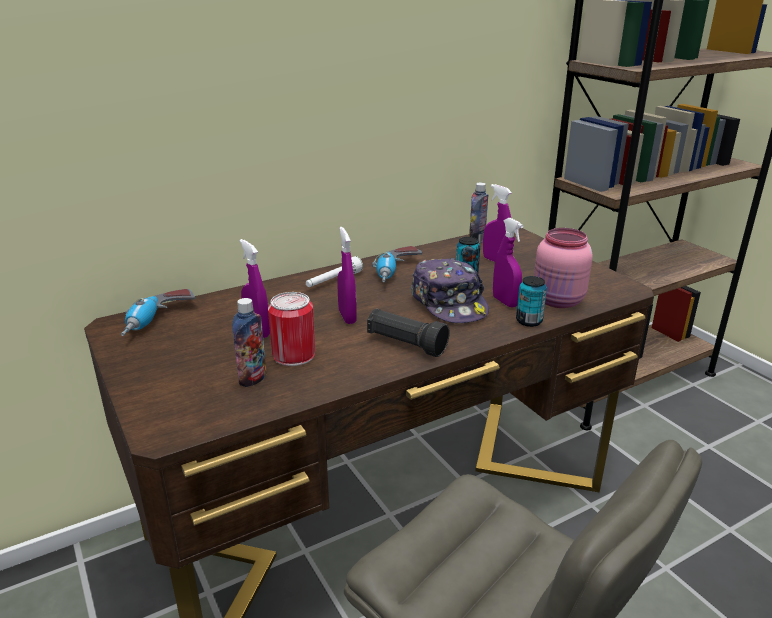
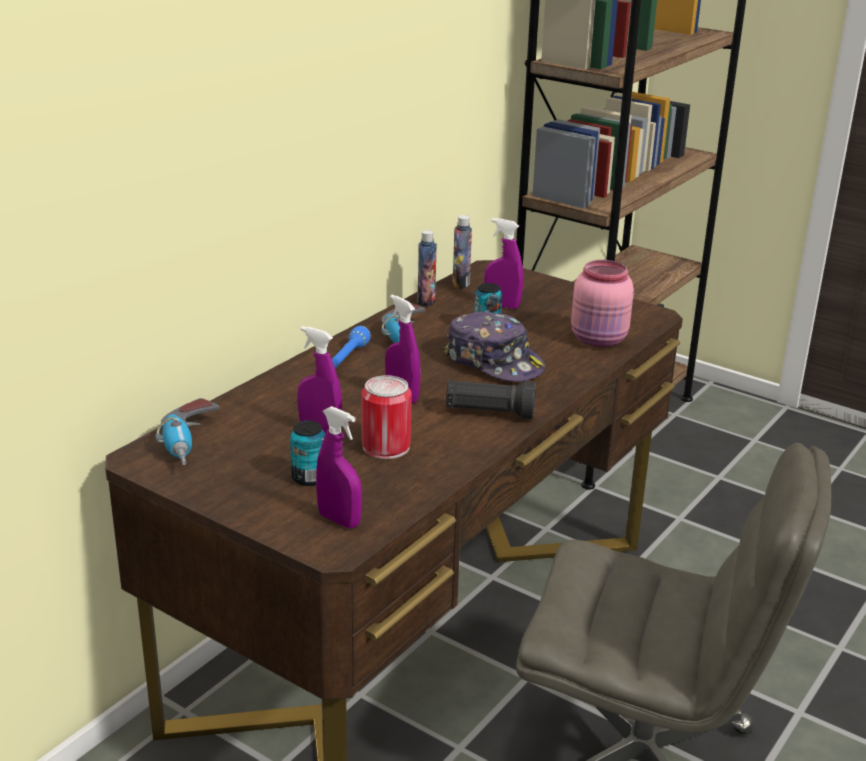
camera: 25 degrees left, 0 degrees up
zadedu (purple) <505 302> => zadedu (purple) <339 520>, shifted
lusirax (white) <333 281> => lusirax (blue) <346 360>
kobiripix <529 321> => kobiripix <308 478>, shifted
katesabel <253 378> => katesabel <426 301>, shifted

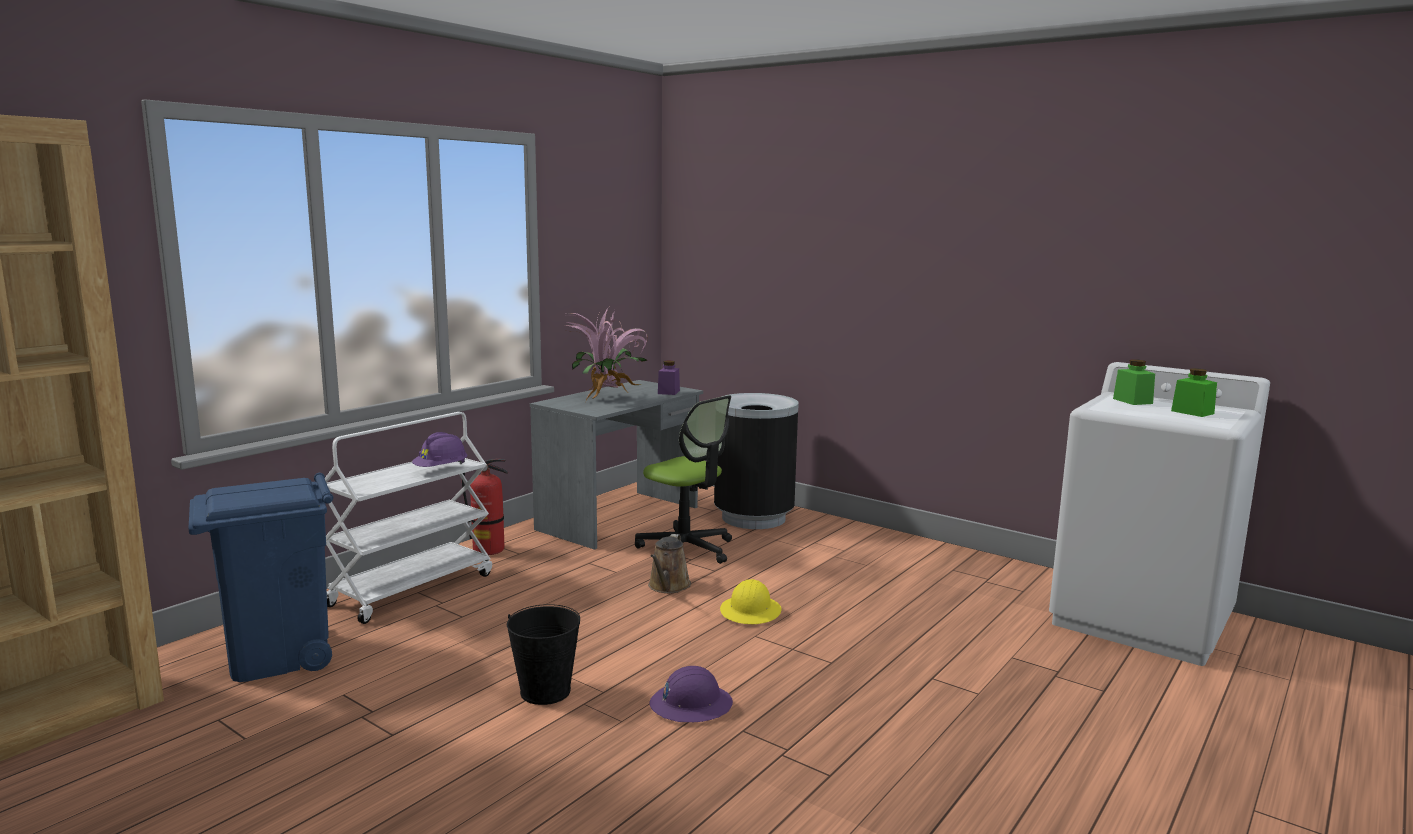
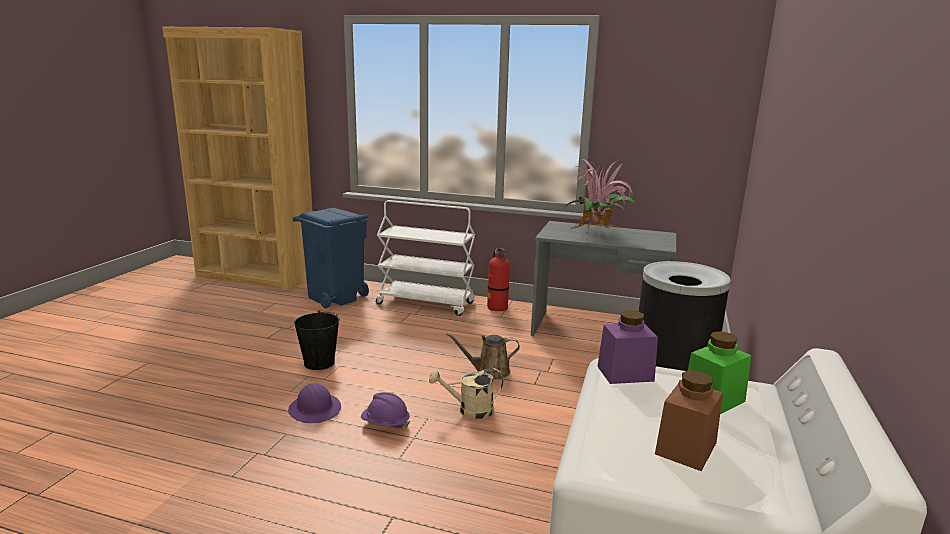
camera: 70 degrees right, 5 degrees up
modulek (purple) <668 392> => modulek (purple) <625 373>, shifted
modulek (green) <1192 412> => modulek (brown) <686 448>
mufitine <686 549> => nothing
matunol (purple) <441 469> => matunol (purple) <385 424>, shifted
matunol (yellow) <751 611> => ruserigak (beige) <469 410>

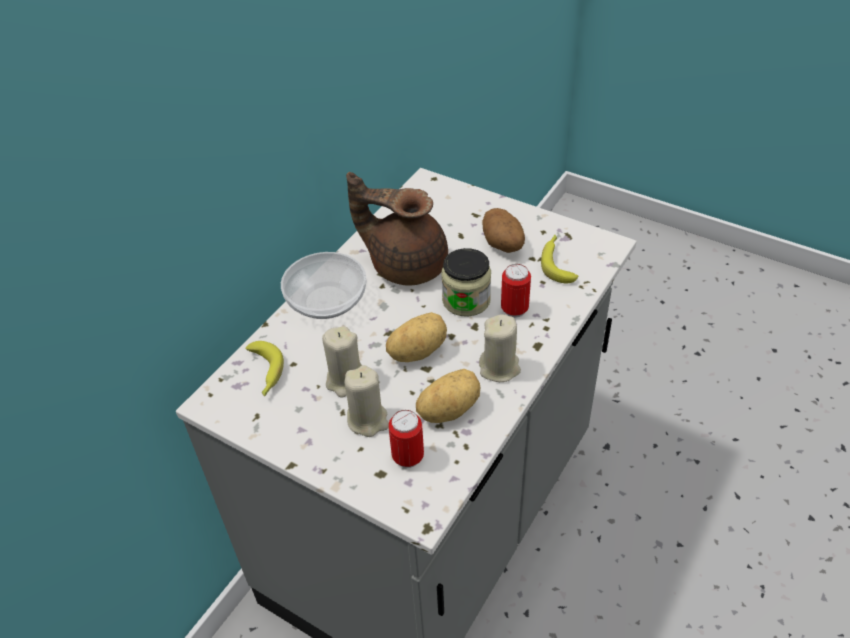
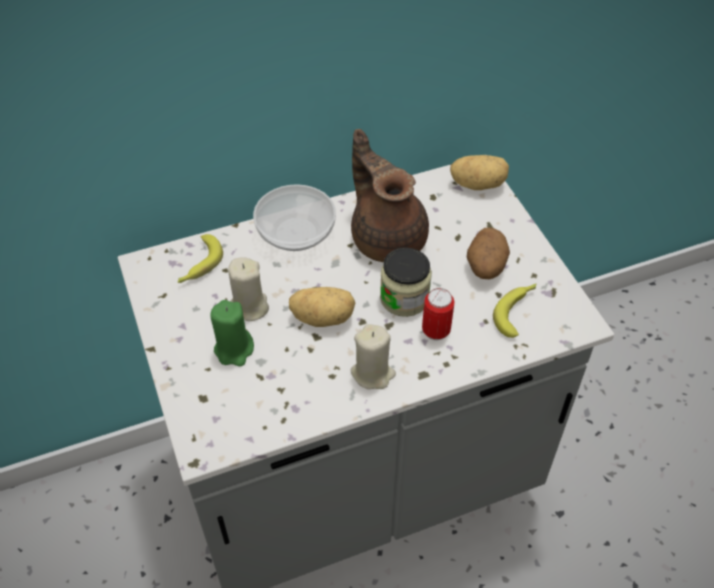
camera: 35 degrees right, 5 degrees up
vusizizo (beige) <368 420> => vusizizo (green) <234 349>
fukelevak <447 409> => fukelevak <478 184>, shifted
kobiripix <408 457> => nothing

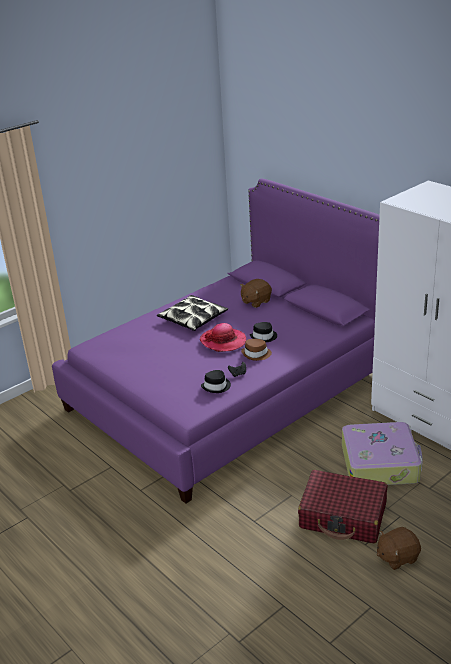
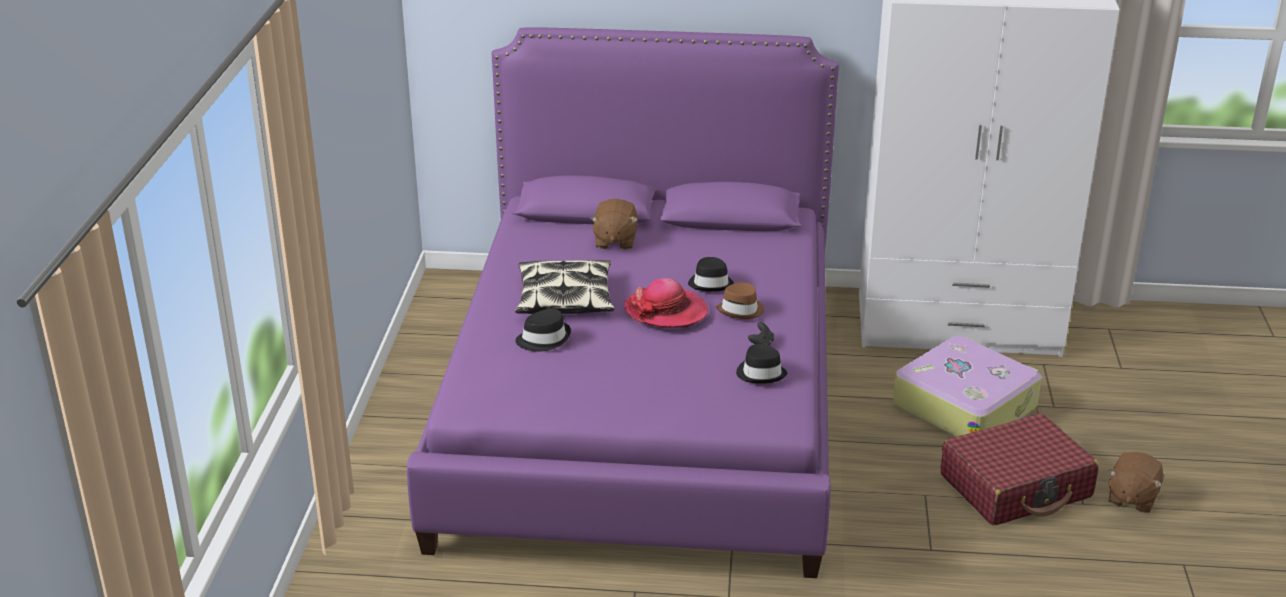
camera: 45 degrees left, 0 degrees up
nothing => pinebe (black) <544 339>

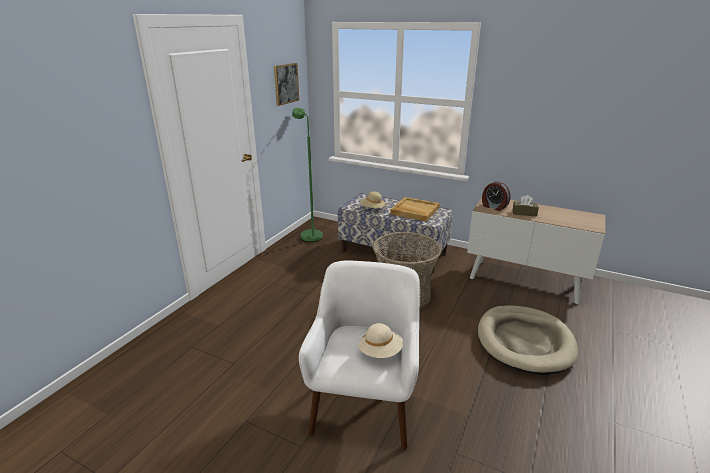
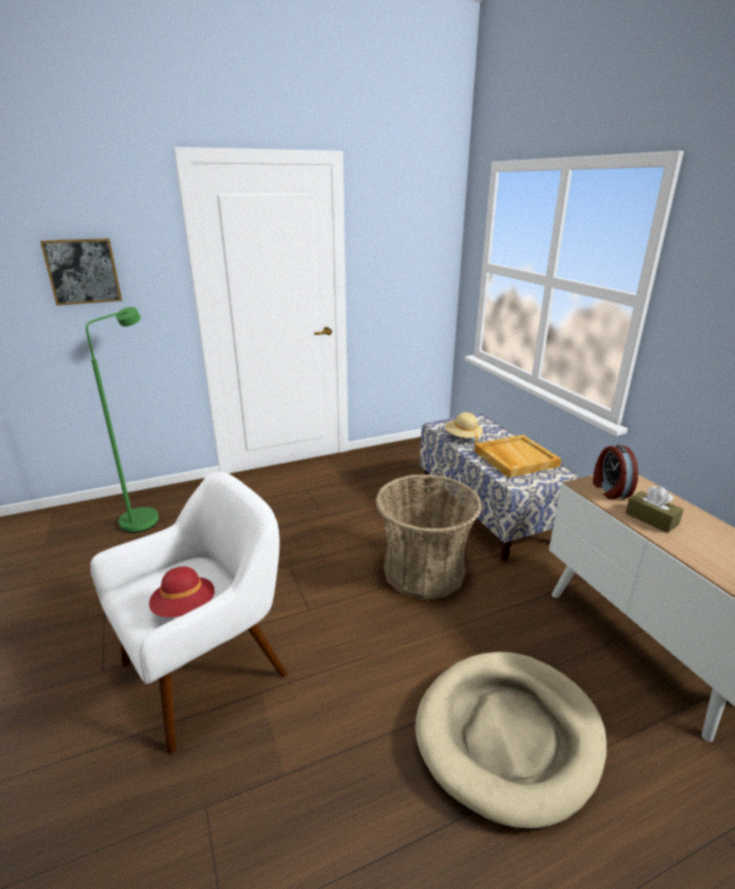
camera: 40 degrees right, 0 degrees up
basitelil <286 84> => basitelil <83 271>, shifted
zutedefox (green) <309 234> => zutedefox (green) <146 516>, shifted
pinebe (beige) <380 352> => pinebe (red) <185 608>

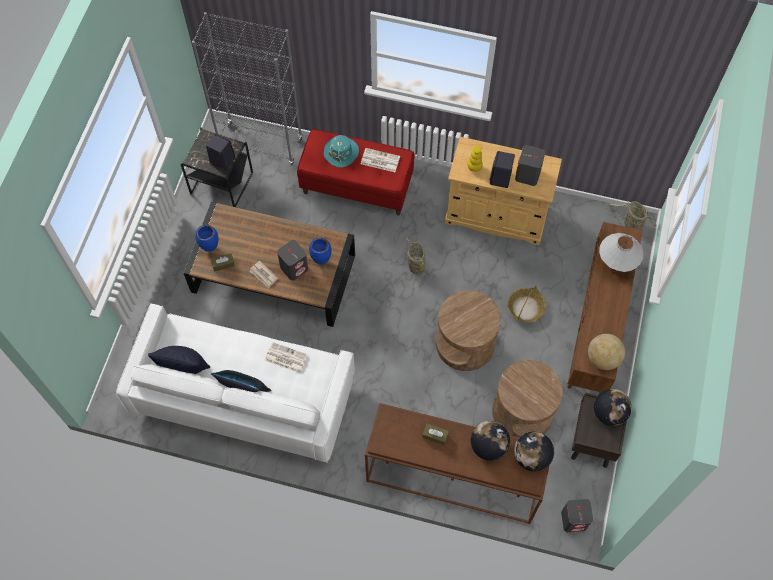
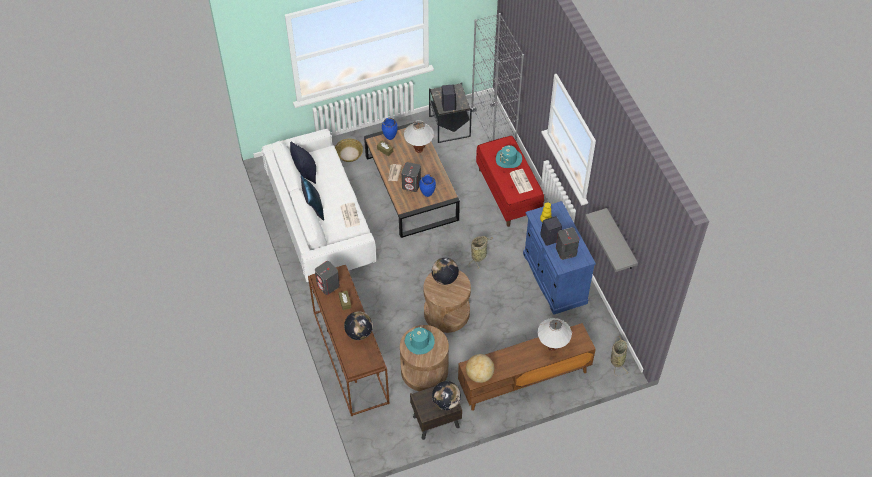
camera: 55 degrees right, 10 degrees down
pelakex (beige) <496 215> => pelakex (blue) <554 278>
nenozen <525 308> => nenozen <349 154>, shifted
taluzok <531 457> => taluzok <444 278>, shifted
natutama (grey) <574 520> => natutama (grey) <328 285>, shifted
nothing => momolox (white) <419 150>
nothing => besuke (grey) <620 241>
nothing => pinebe (turquoise) <419 342>

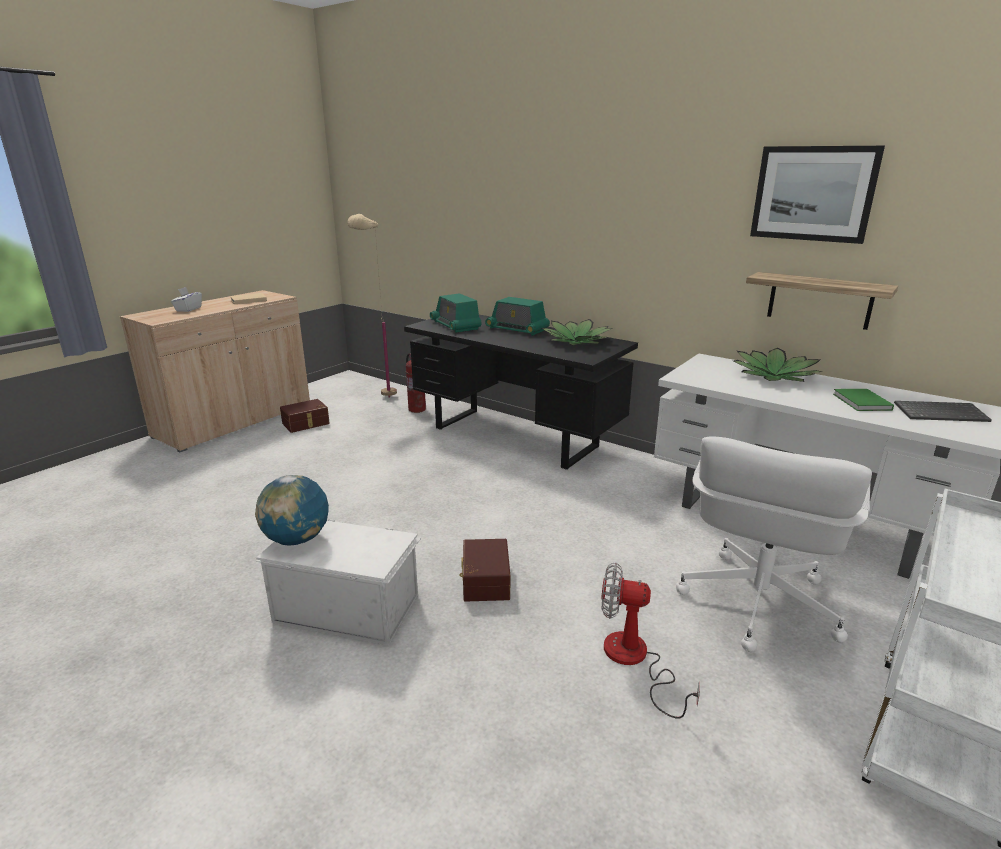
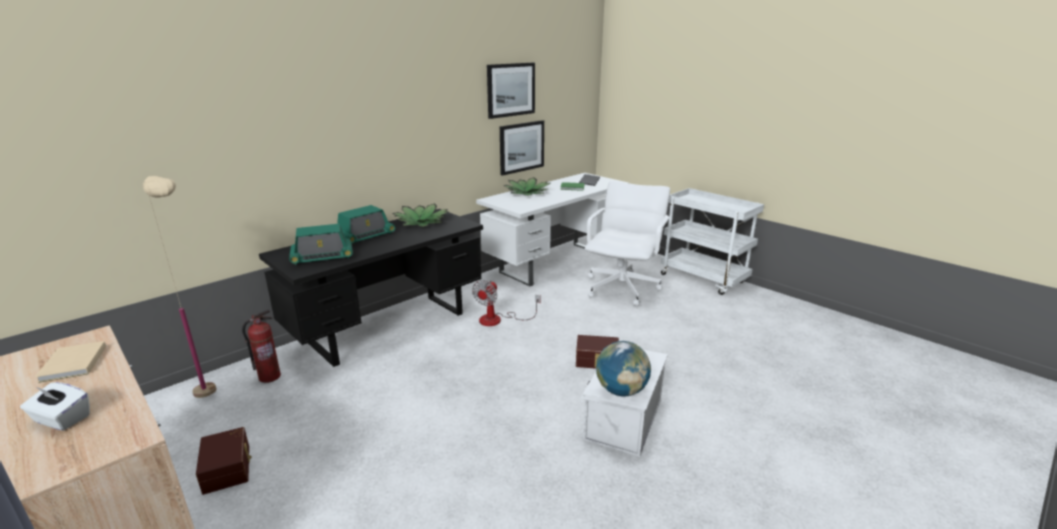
camera: 80 degrees left, 0 degrees up
besuke <819 300> => basitelil <521 147>
mufitine (white) <756 603> => mufitine (white) <622 288>, 105 degrees counterclockwise
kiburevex <634 660> => kiburevex <498 320>, shifted

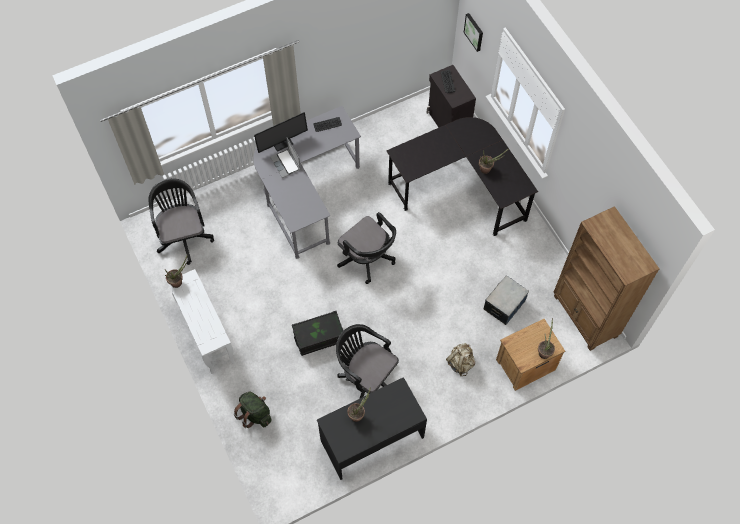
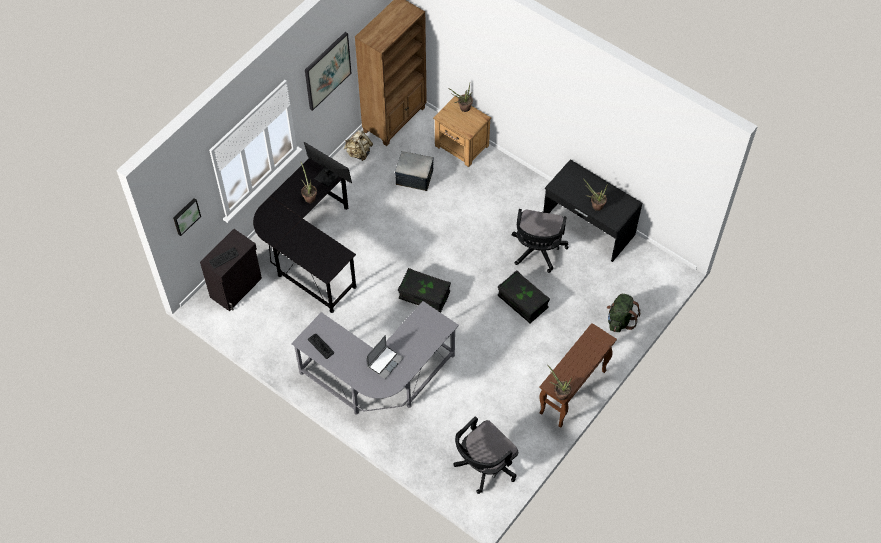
camera: 115 degrees left, 5 degrees down
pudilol <281 141> => pudilol <327 176>, shifted
mufitine (black) <368 259> => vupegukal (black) <424 296>
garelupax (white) <207 335> => garelupax (brown) <572 392>
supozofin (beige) <460 363> => supozofin (beige) <359 153>, shifted
nothing => basitelil <327 70>

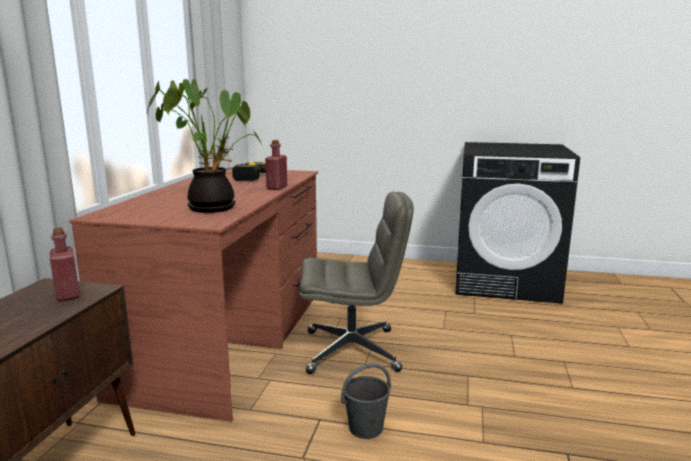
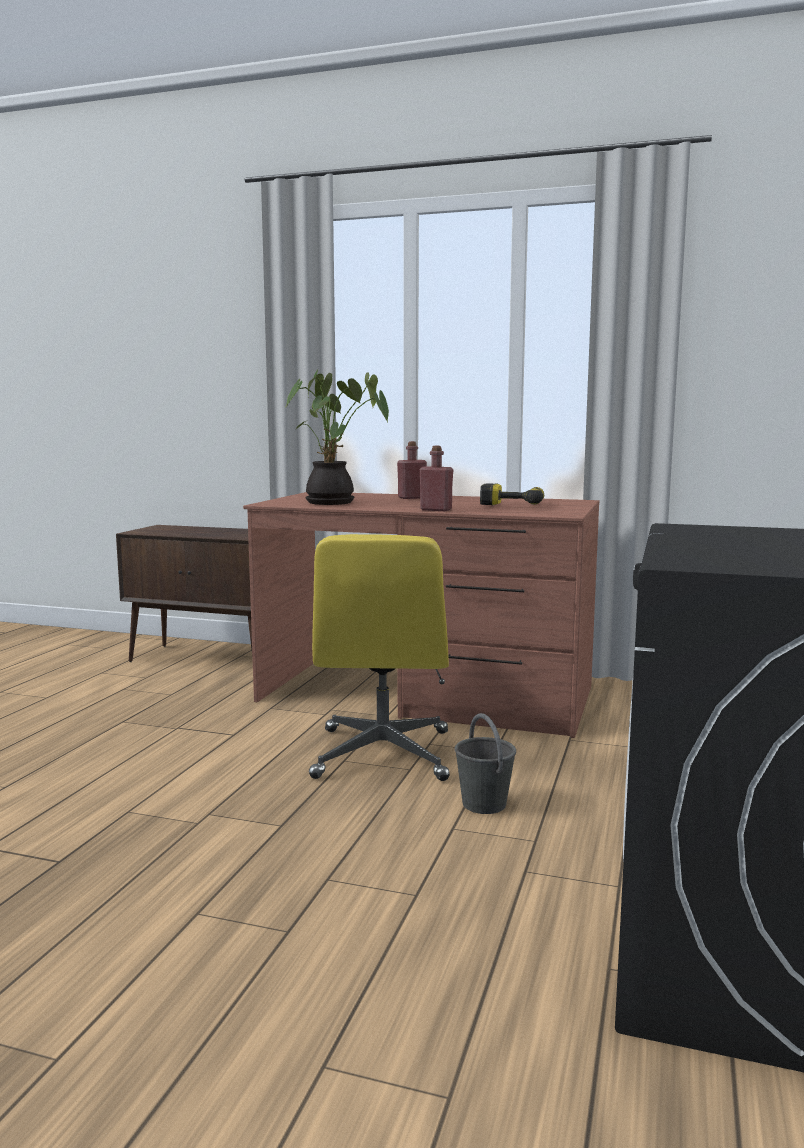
camera: 95 degrees right, 5 degrees down
mufitine (grey) <353 350> => mufitine (yellow) <383 755>
katesabel (red) <68 295> => katesabel (red) <411 498>, shifted
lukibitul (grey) <366 428> => lukibitul (grey) <484 804>, shifted

